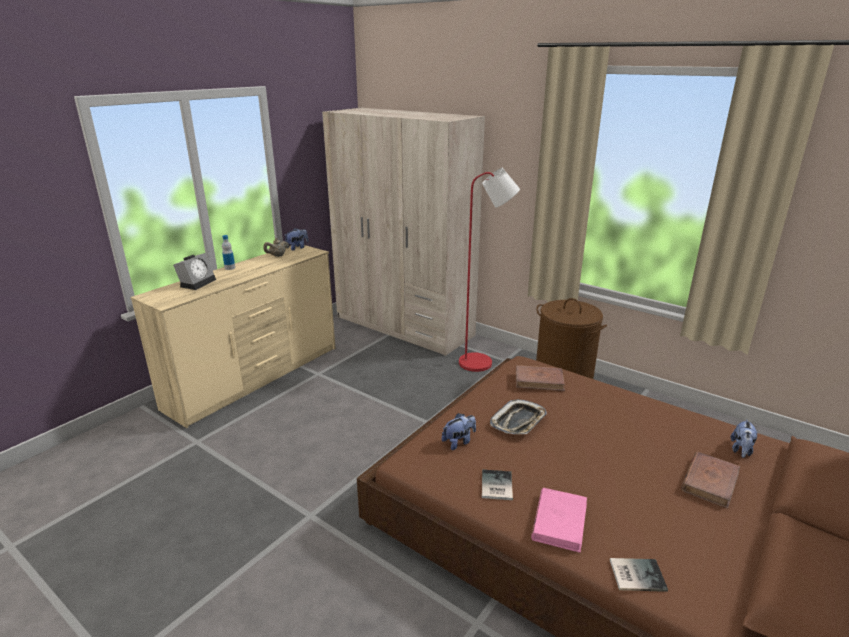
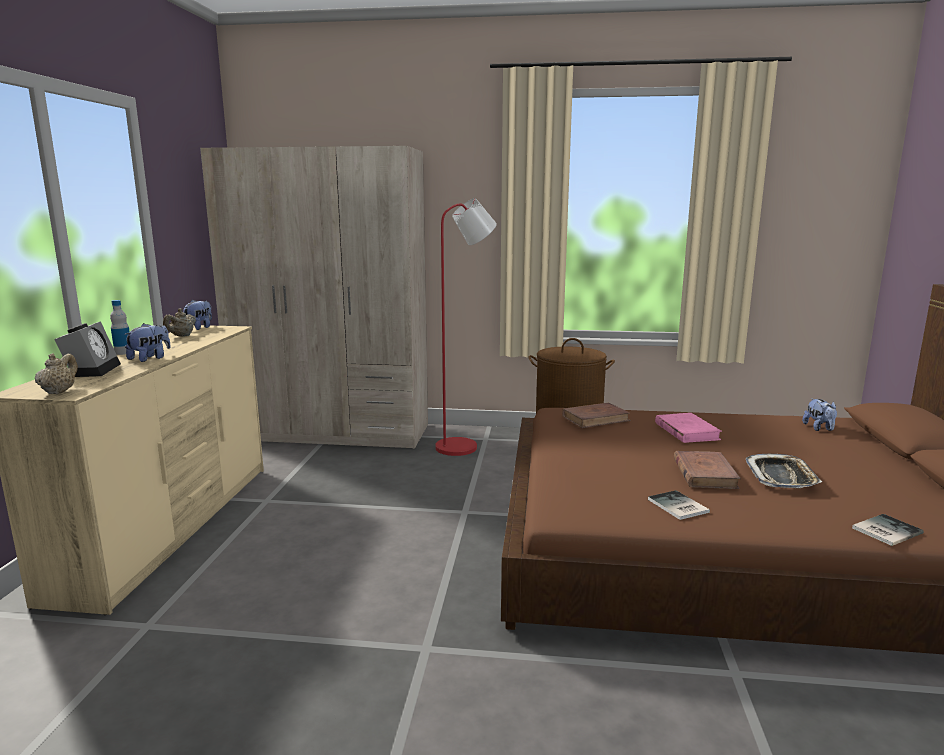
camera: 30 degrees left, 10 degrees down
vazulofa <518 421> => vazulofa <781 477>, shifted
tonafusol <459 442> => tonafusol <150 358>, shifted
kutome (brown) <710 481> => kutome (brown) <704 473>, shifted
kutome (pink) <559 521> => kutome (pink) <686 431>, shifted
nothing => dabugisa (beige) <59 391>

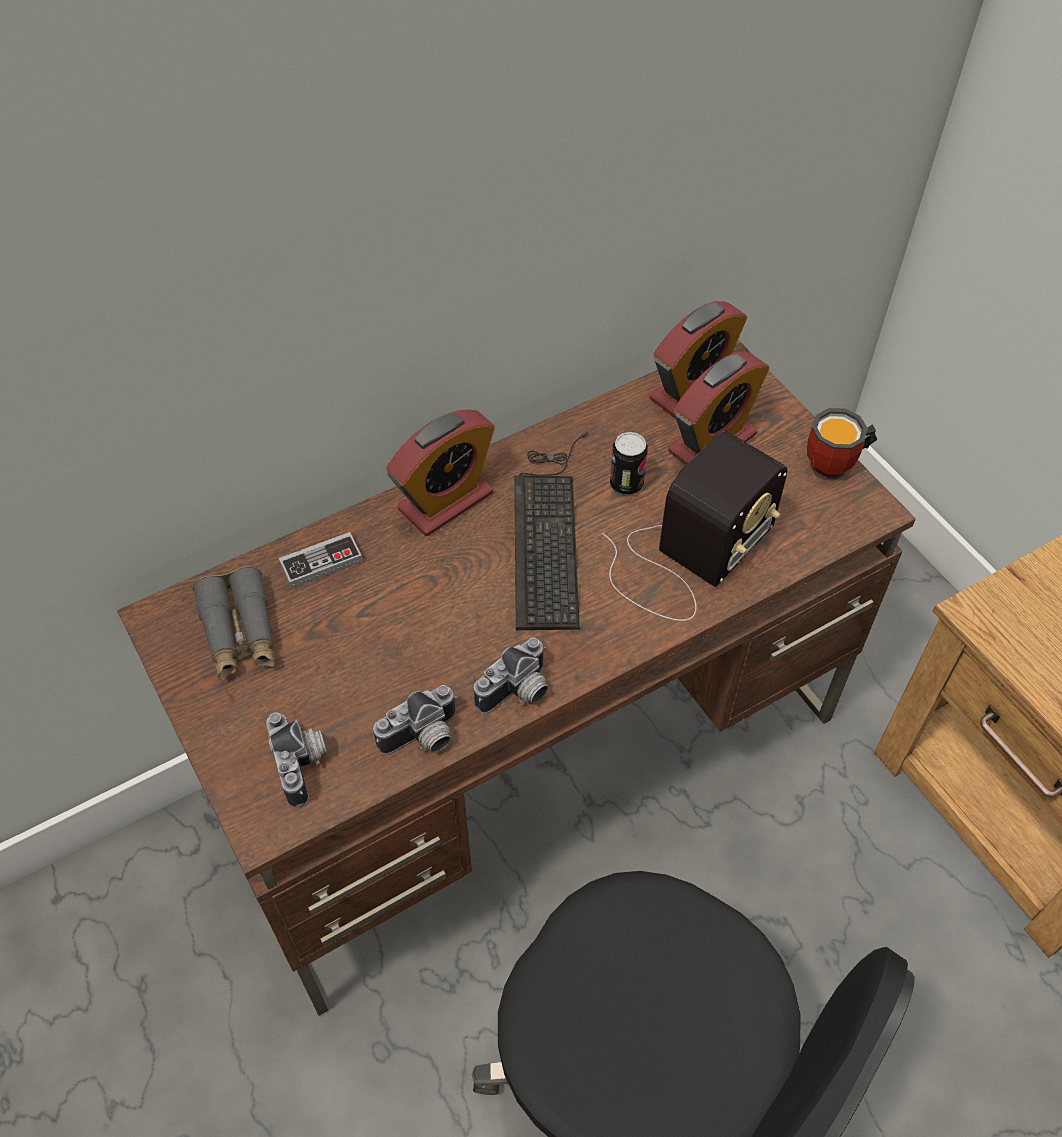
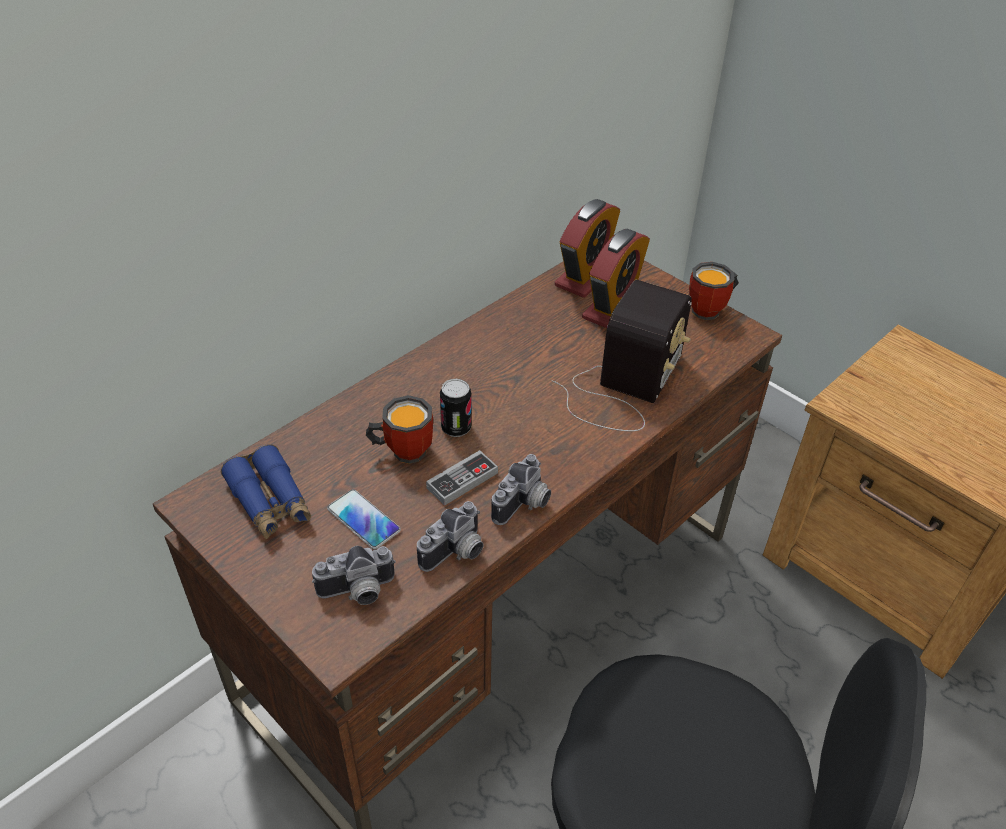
camera: 15 degrees left, 10 degrees down
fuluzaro <445 501> => nothing
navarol <548 531> => nothing
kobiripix <626 484> => kobiripix <456 428>, shifted
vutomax <321 563> => vutomax <462 480>, shifted
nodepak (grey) <239 633> => nodepak (blue) <270 502>
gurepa <303 764> => gurepa <358 592>, 105 degrees clockwise
nothing => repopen <403 449>
nothing => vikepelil <363 520>

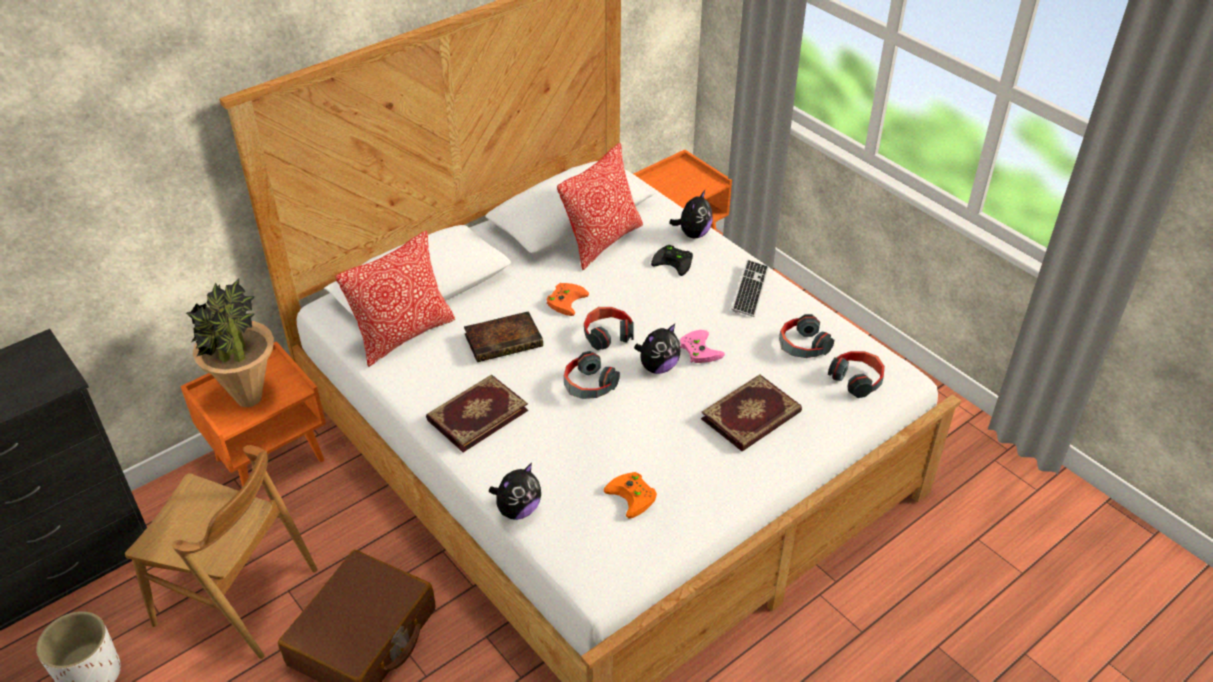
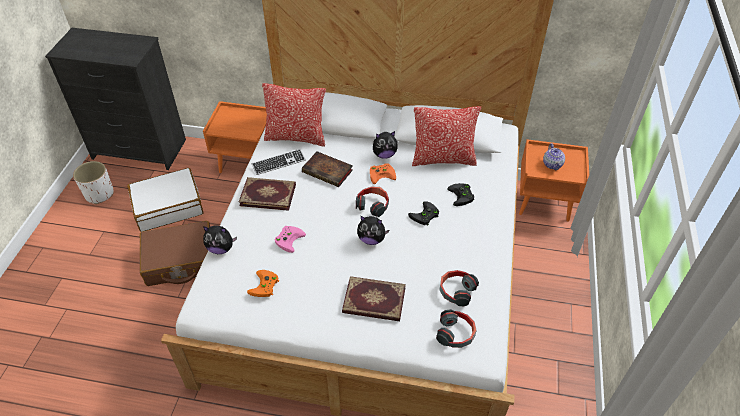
camera: 50 degrees right, 5 degrees up
tonafusol <693 234> => tonafusol <384 154>, shifted
navarol <750 289> => navarol <278 163>, shifted
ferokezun <249 399> => nothing
vutomax (pink) <698 349> => vutomax (pink) <289 239>, shifted
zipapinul <588 385> => nothing
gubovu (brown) <237 597> => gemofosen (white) <168 206>
nothing => dabugisa <552 164>
nothing => vutomax (black) <424 216>

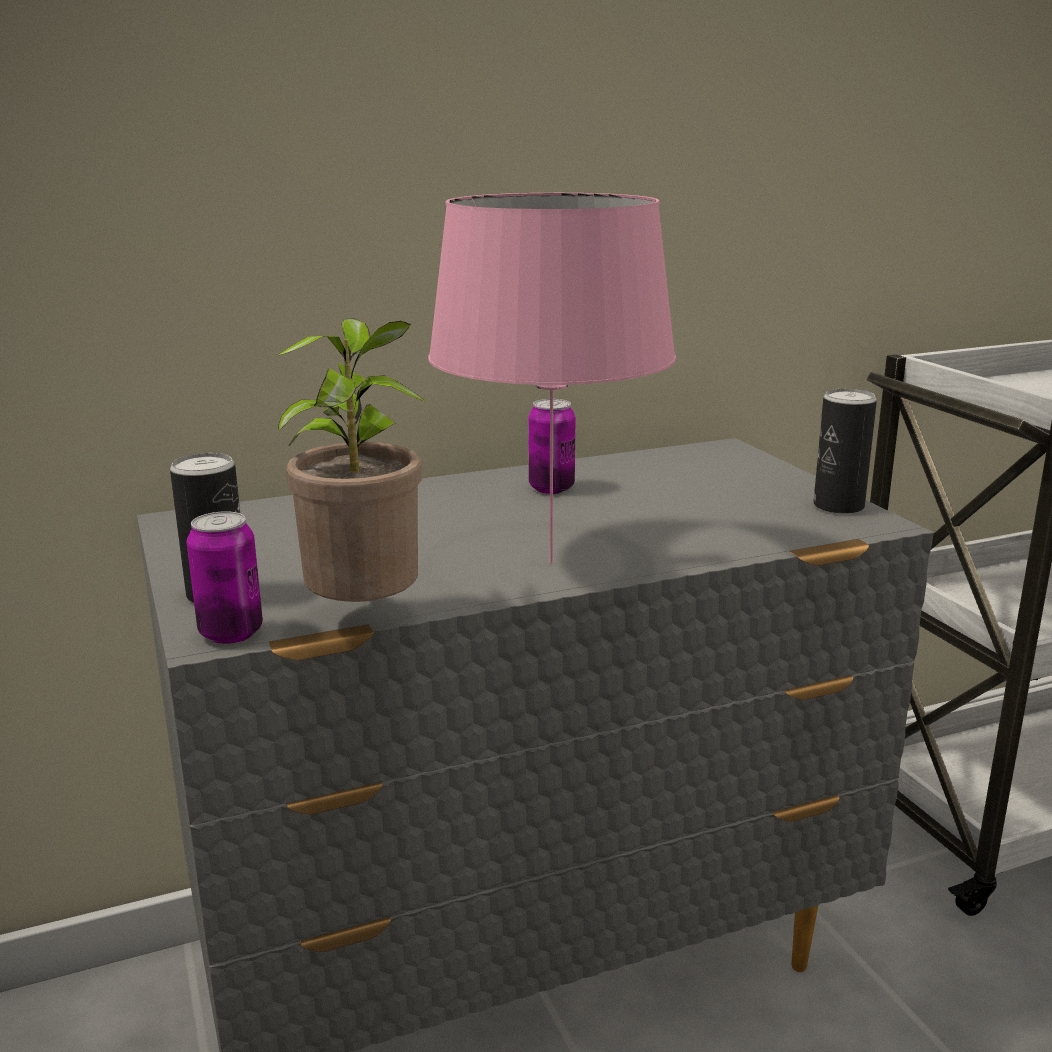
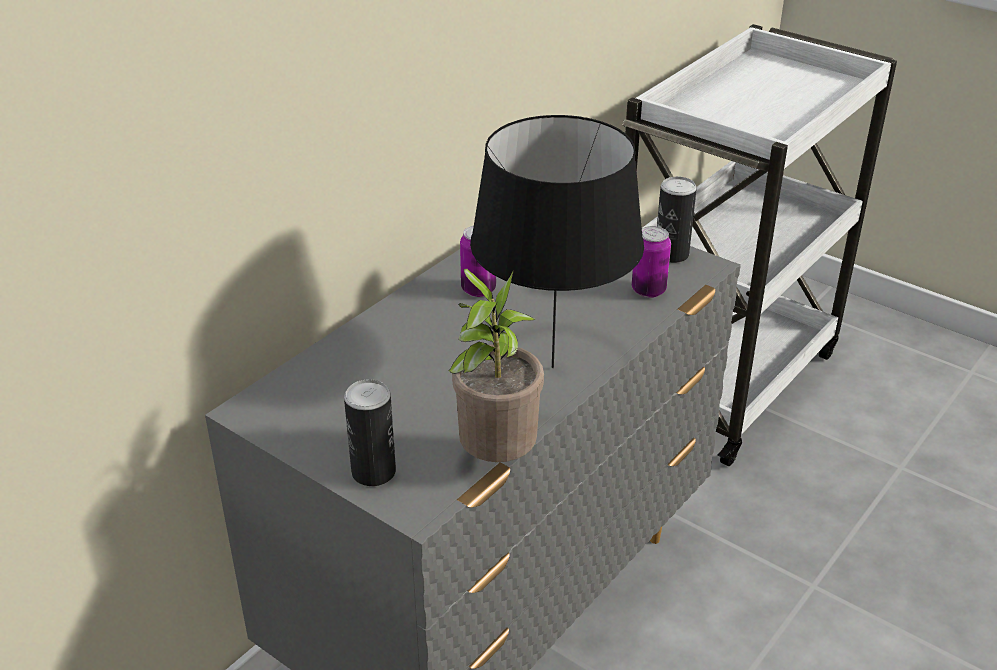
camera: 30 degrees left, 15 degrees up
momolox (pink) <548 562> => momolox (black) <551 368>
kobiripix <231 633> => kobiripix <648 290>, shifted

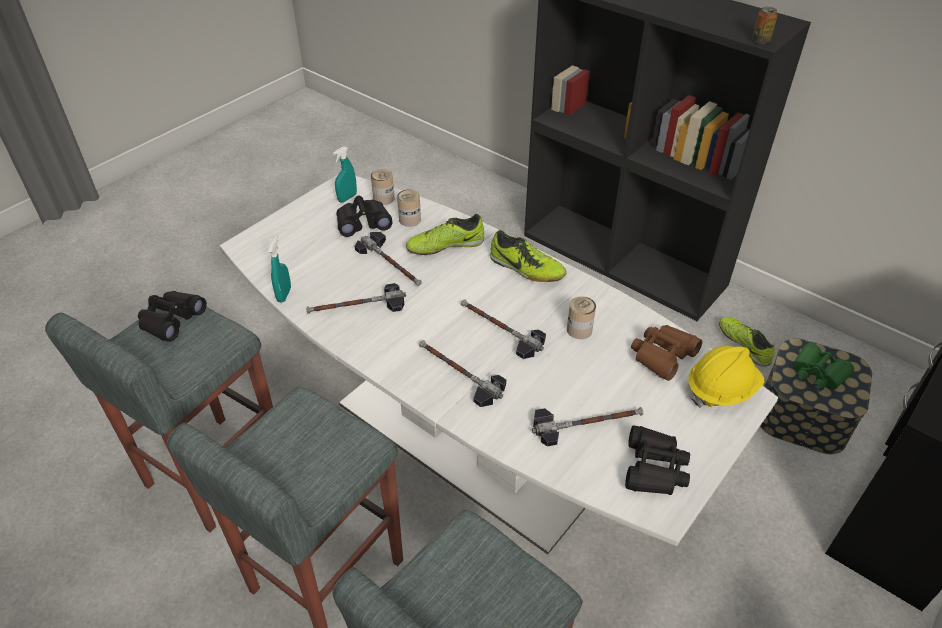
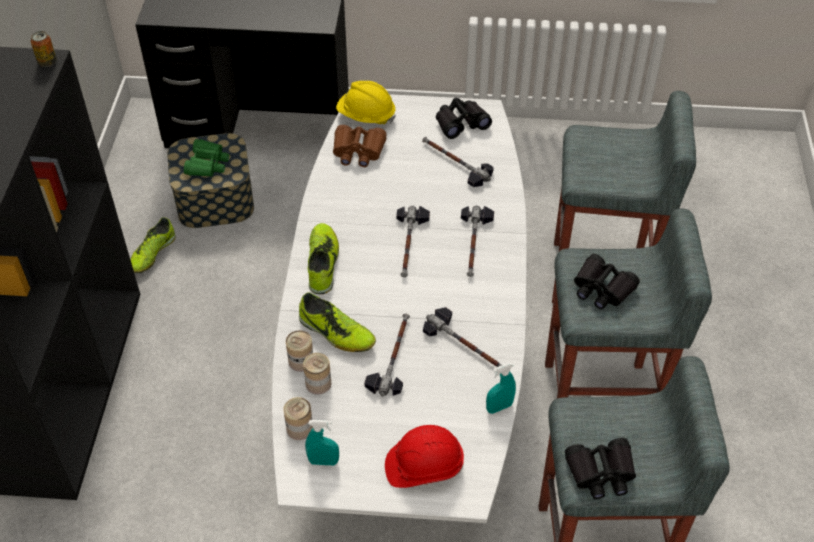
camera: 125 degrees left, 5 degrees up
nodepak (black) <363 223> => nodepak (black) <602 288>, shifted
kobiripix <579 330> => kobiripix <301 361>, shifted
nothing => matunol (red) <423 466>

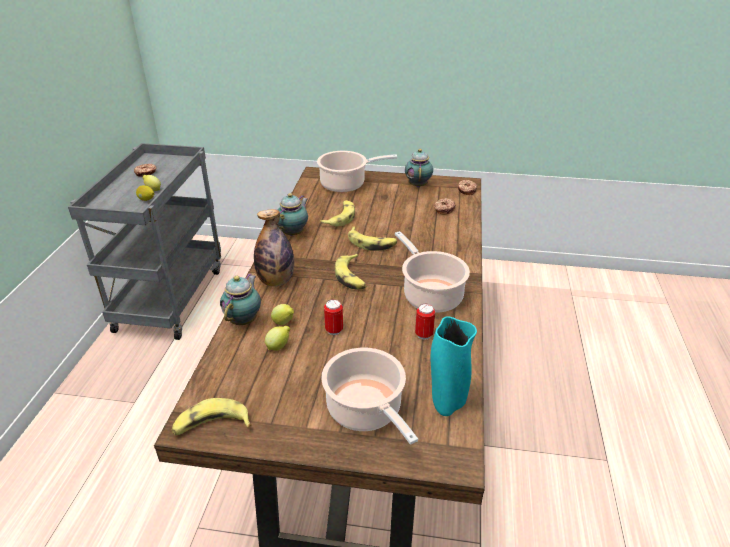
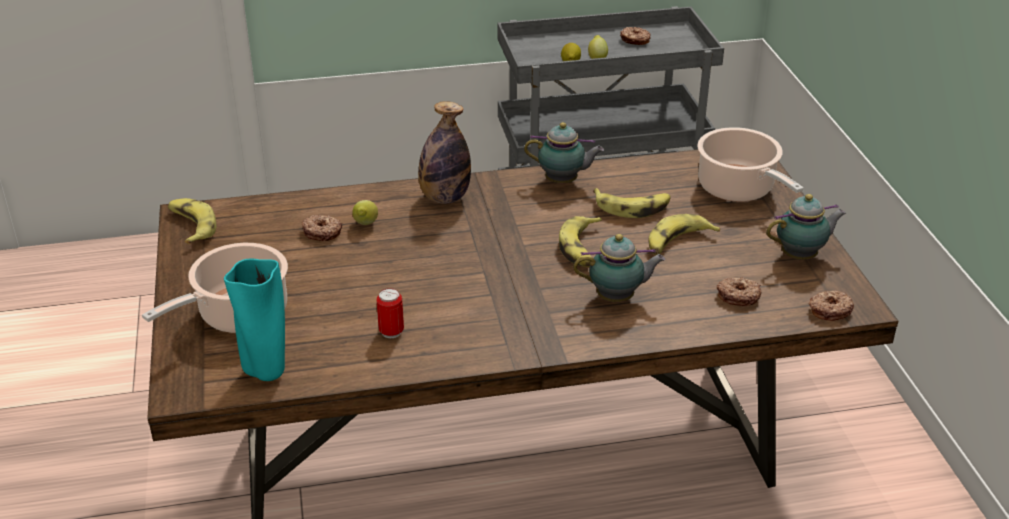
camera: 70 degrees right, 0 degrees up
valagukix <430 295> => nothing
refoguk <352 277> => refoguk <677 242>, shifted
dabugisa <244 320> => dabugisa <618 298>, shifted
kobiripix <334 330> => nothing
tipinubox <279 346> => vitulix <322 232>

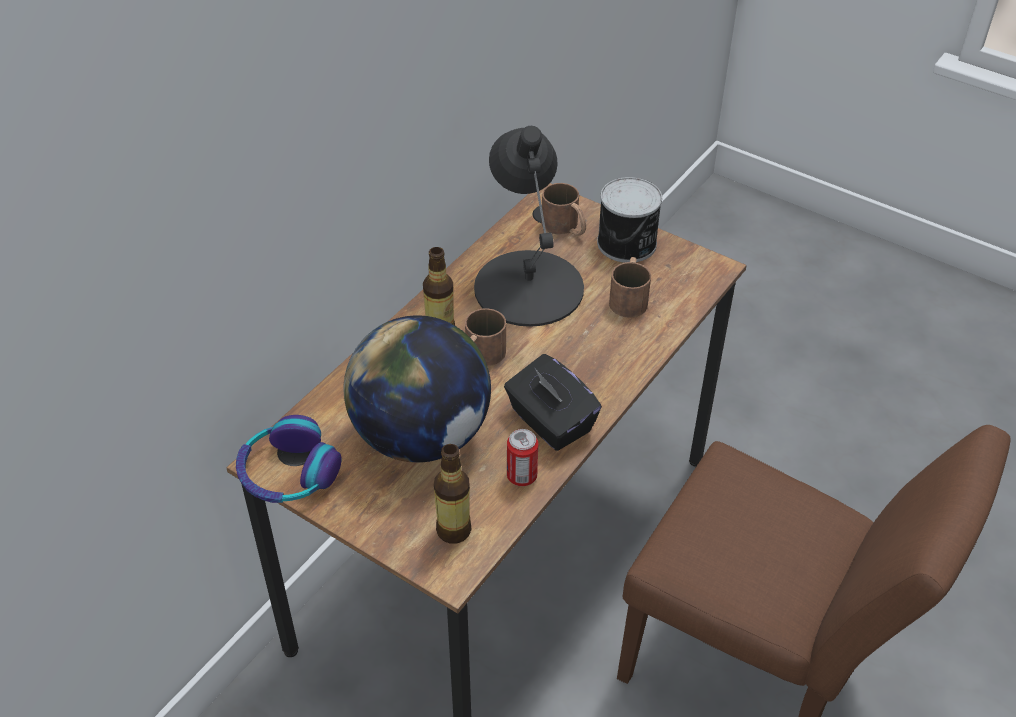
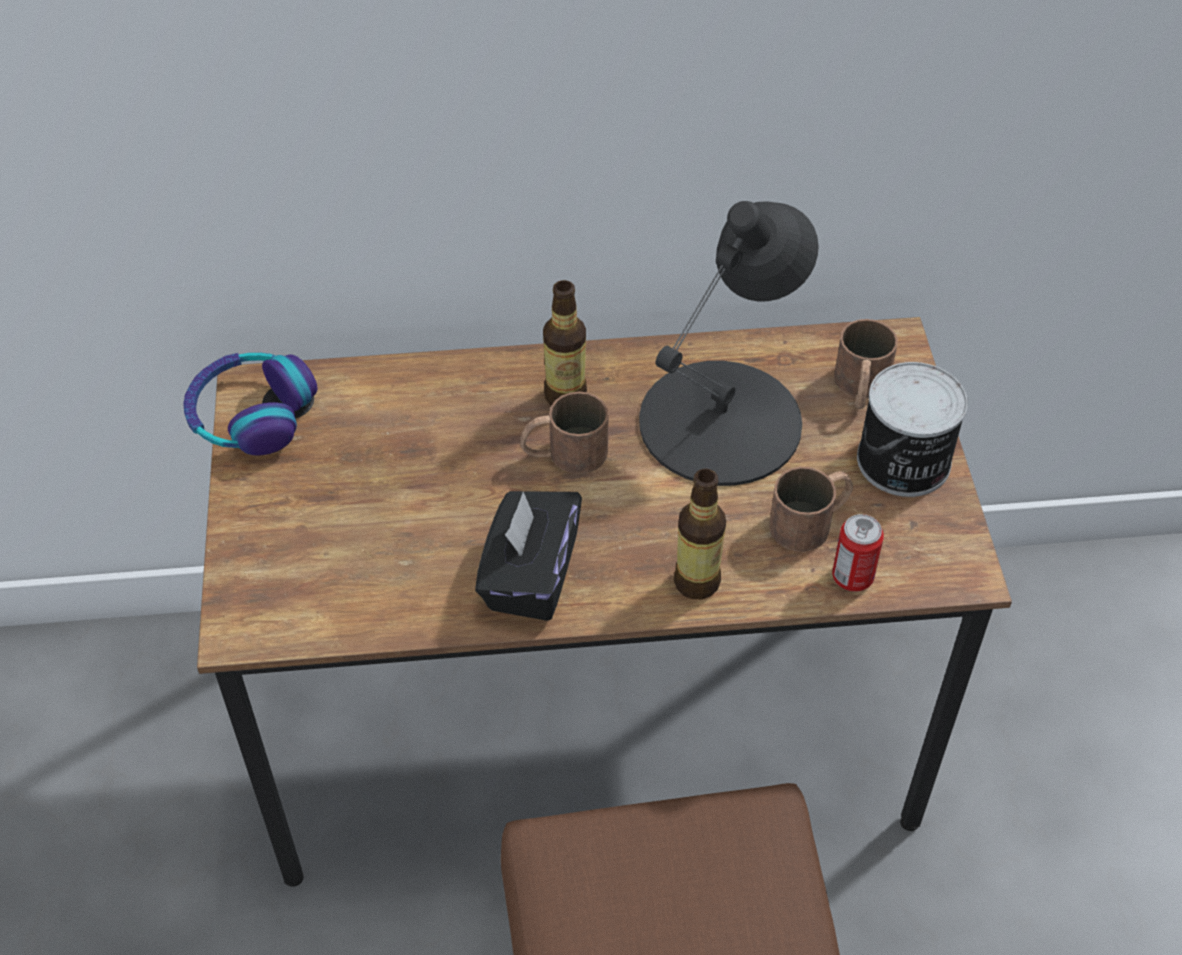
camera: 50 degrees right, 5 degrees up
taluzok <421 436> => nothing
kobiripix <521 476> => kobiripix <852 577>, shifted
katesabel <453 530> => katesabel <697 582>, shifted

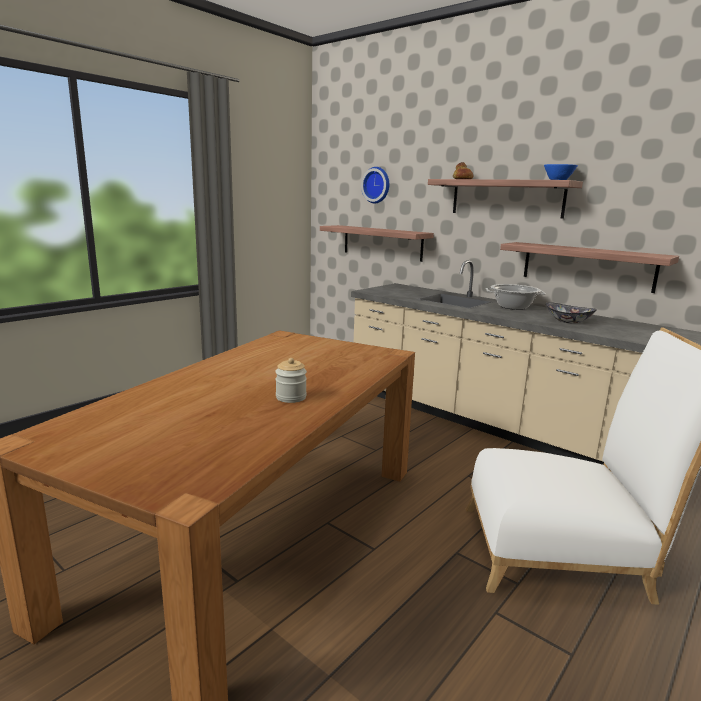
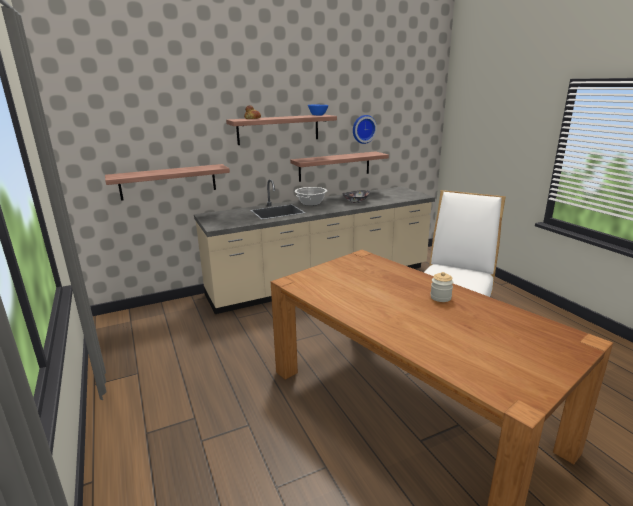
camera: 65 degrees left, 5 degrees up
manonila <377 185> => manonila <363 129>, shifted

